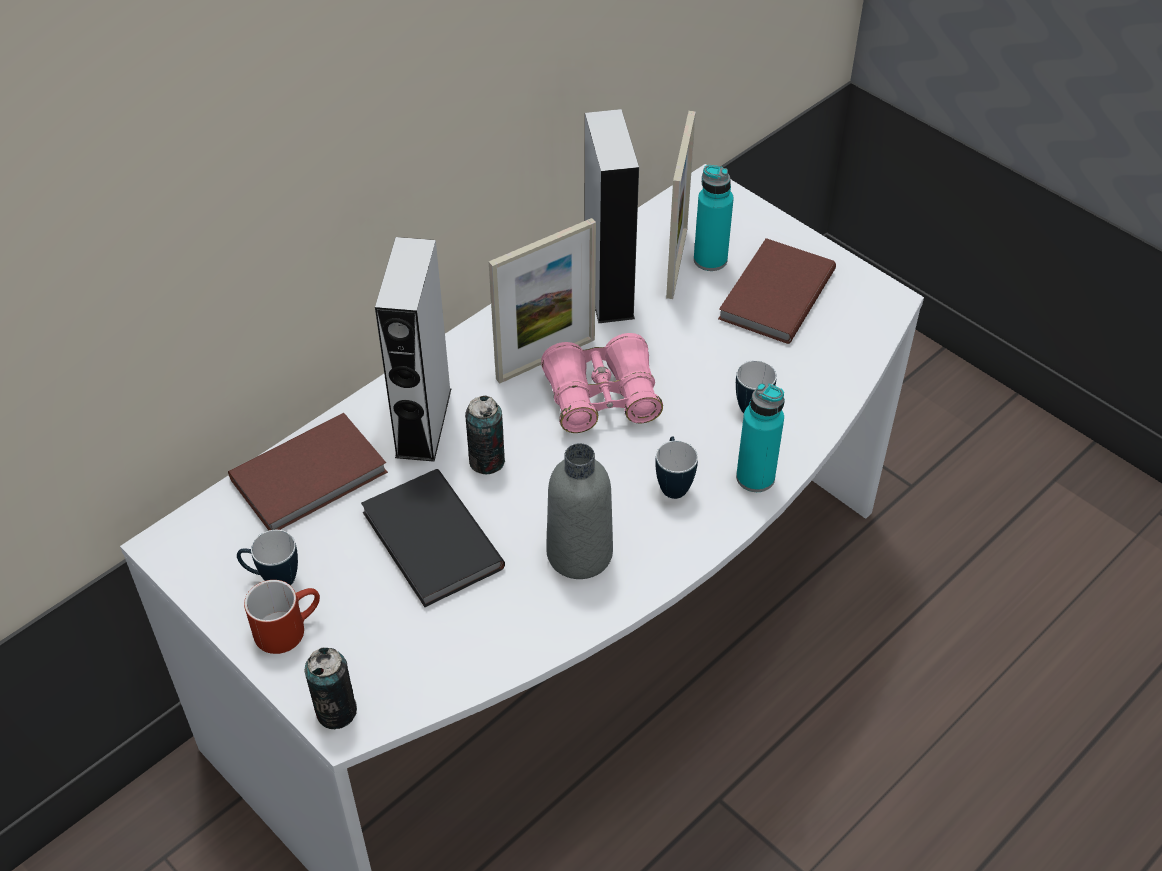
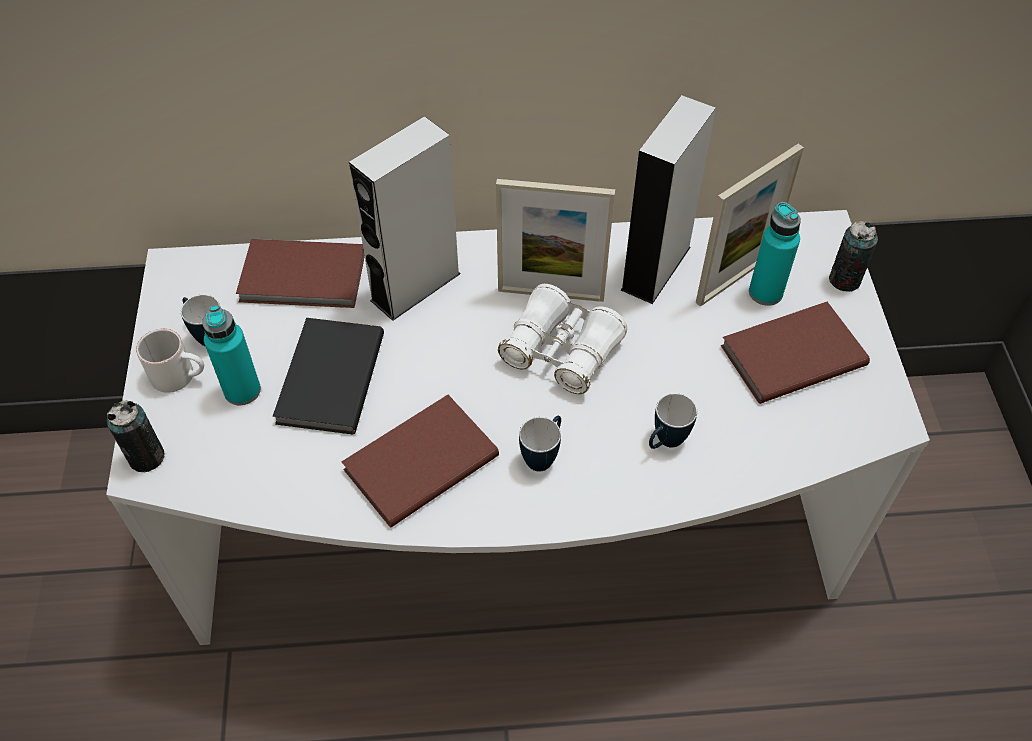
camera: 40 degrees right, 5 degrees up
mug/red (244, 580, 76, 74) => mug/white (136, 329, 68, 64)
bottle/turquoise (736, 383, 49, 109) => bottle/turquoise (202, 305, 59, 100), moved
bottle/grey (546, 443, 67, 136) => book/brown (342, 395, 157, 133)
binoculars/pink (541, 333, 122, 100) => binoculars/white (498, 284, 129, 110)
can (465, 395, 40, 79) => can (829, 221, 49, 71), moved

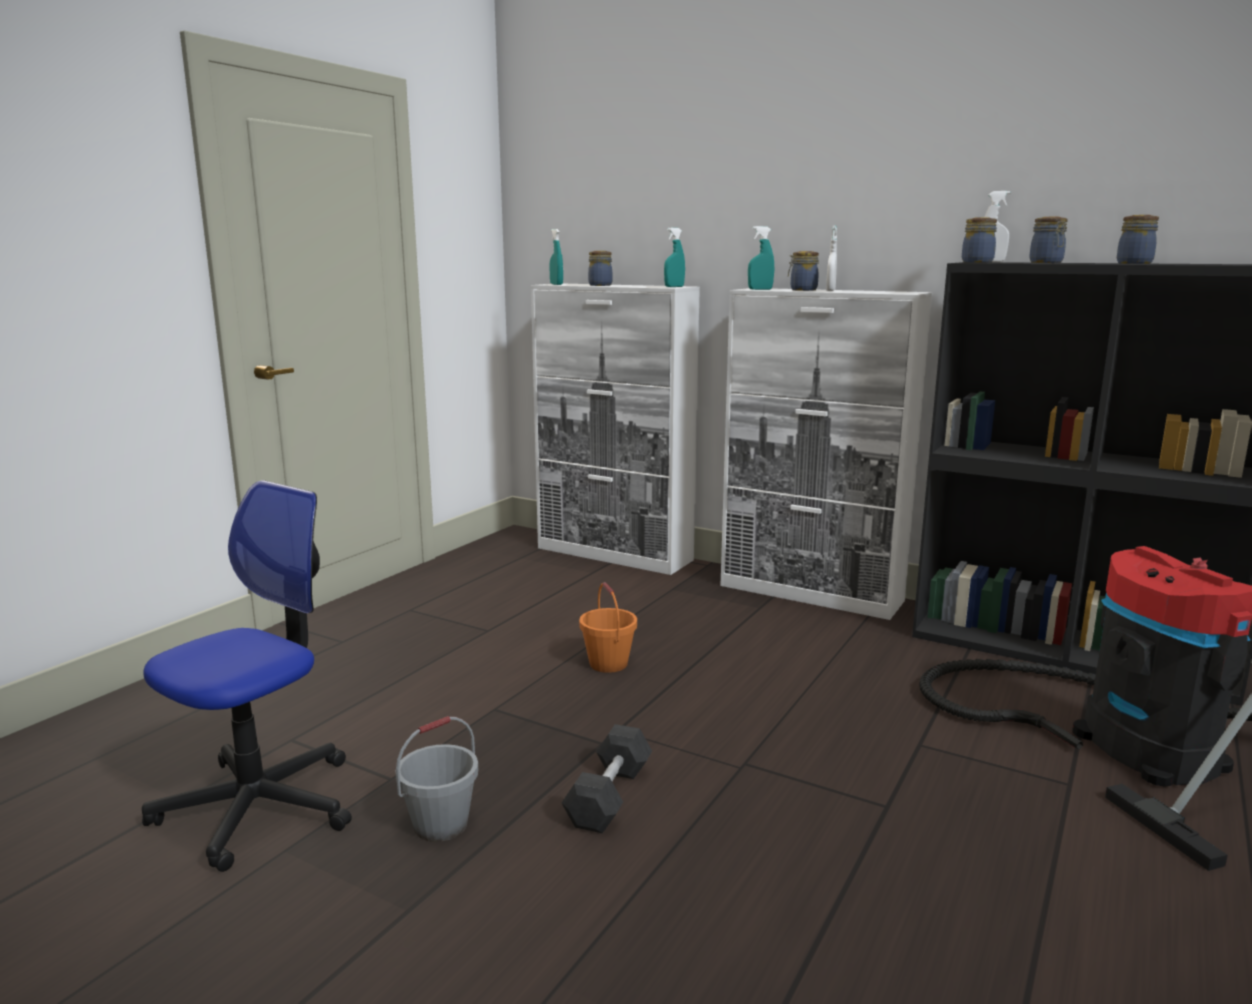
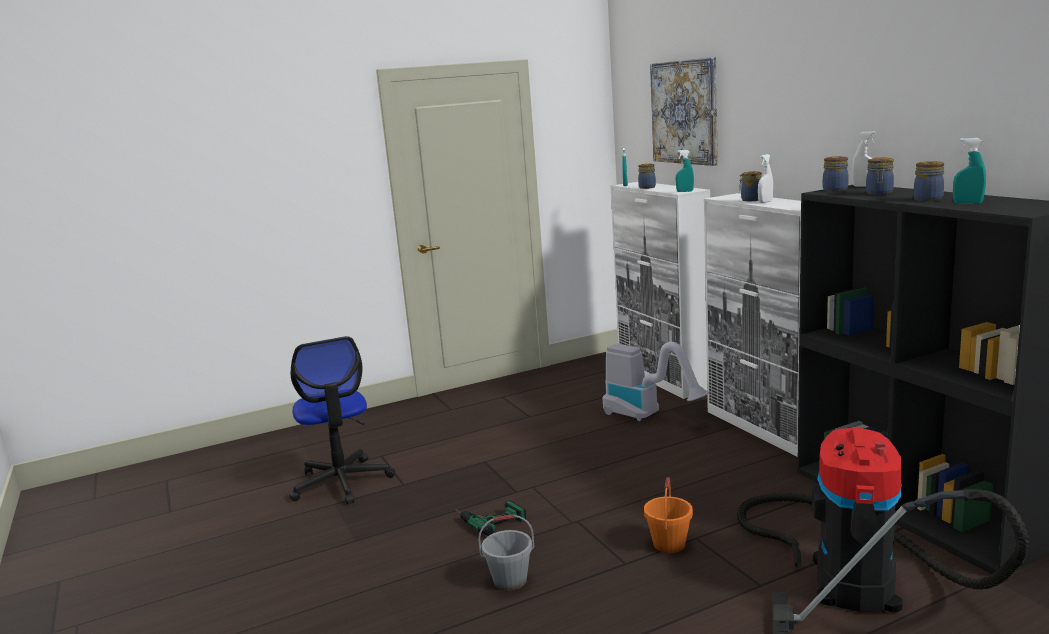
camera: 35 degrees right, 0 degrees up
office chair (142, 480, 210, 392) => office chair (289, 336, 106, 168), 90 degrees clockwise
dumbbell/grey (562, 724, 90, 109) => power drill (455, 500, 71, 36)
bucket/grey (395, 716, 83, 126) => bucket/grey (478, 514, 56, 77), moved
nothing => vacuum cleaner (603, 342, 107, 79)
bucket/orange (579, 582, 58, 91) => bucket/orange (644, 477, 49, 76), moved
nothing => picture (650, 57, 68, 109)
spray bottle/turquoise (748, 226, 26, 64) => spray bottle/turquoise (953, 138, 33, 66), moved

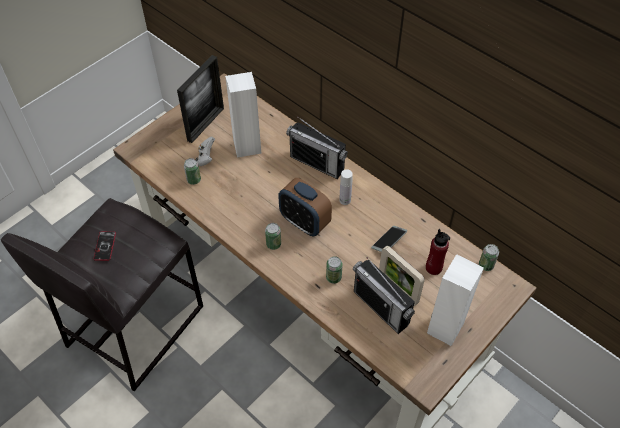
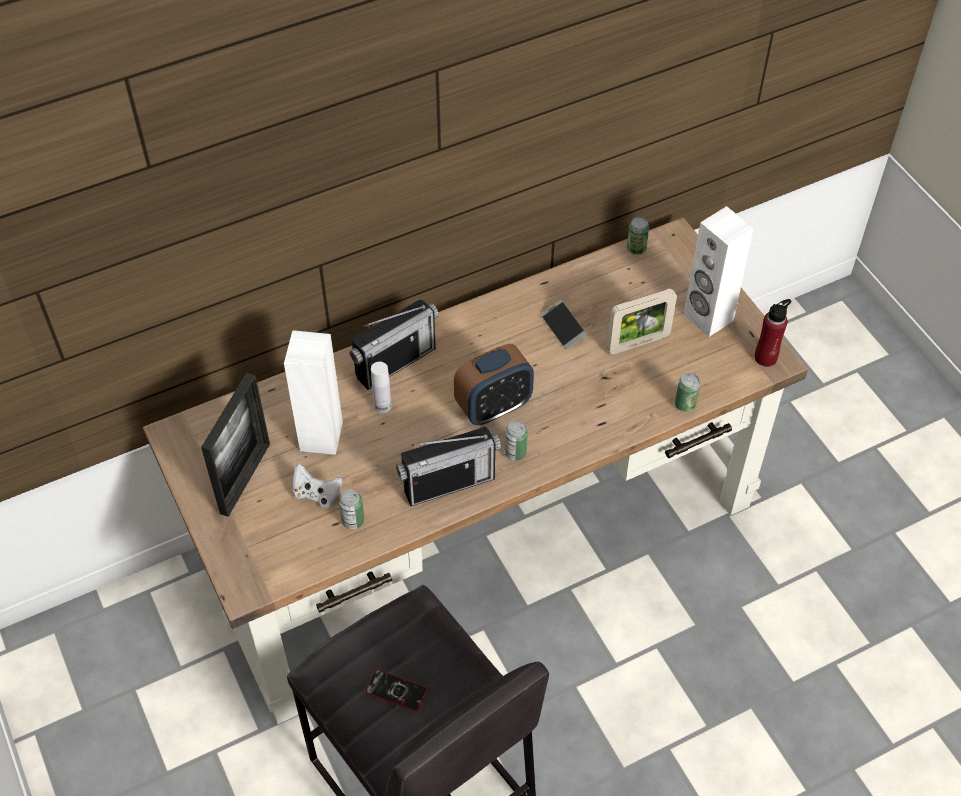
camera: 70 degrees left, 0 degrees up
picture frame (177, 55, 47, 88) => picture frame (201, 372, 69, 145), 60 degrees clockwise
bottle/white (339, 169, 14, 36) => bottle/white (371, 362, 21, 52), moved
radio (353, 257, 62, 77) => radio (396, 427, 105, 79), moved
can (326, 256, 17, 28) => can (675, 373, 25, 39), moved
bottle/red (426, 229, 24, 46) => bottle/red (755, 299, 37, 68), moved

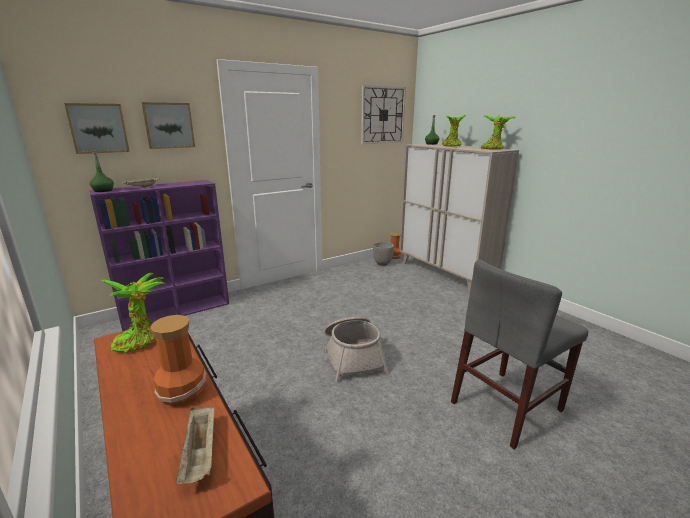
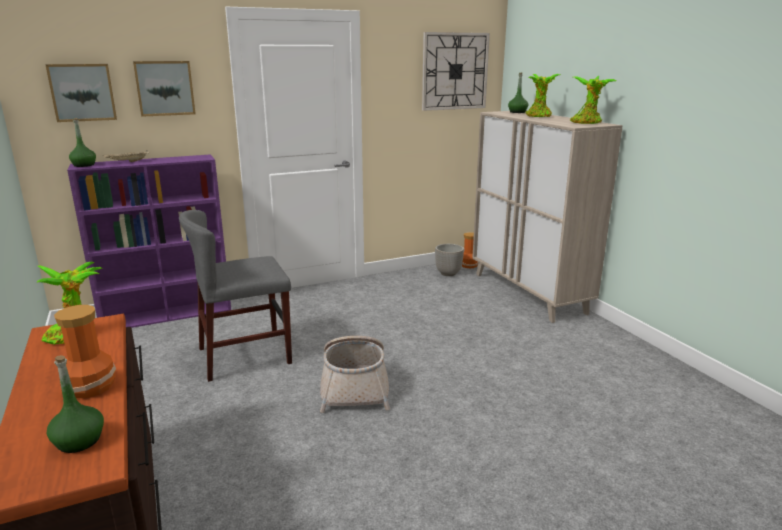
camera: 10 degrees right, 0 degrees up
tray/beige (176, 406, 38, 78) => bottle/green (47, 355, 57, 98)
chair/grey (451, 260, 137, 189) => chair/grey (179, 210, 113, 172), moved

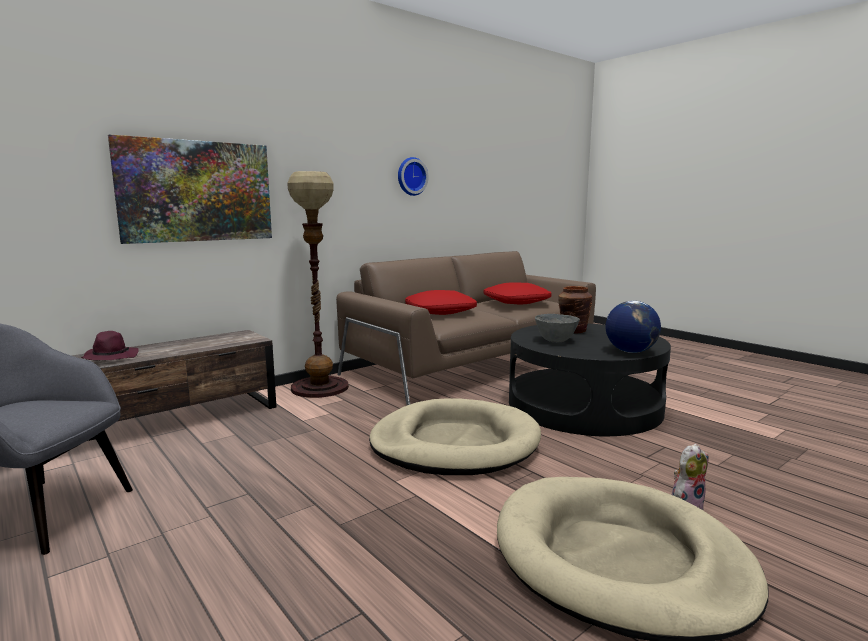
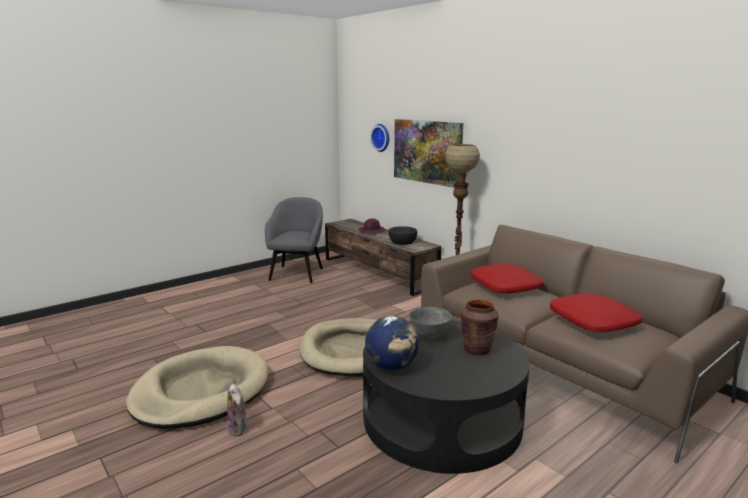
camera: 90 degrees right, 5 degrees up
wall clock (398, 157, 31, 39) => wall clock (370, 124, 19, 28), moved
nothing => bowl/black (388, 226, 29, 19)

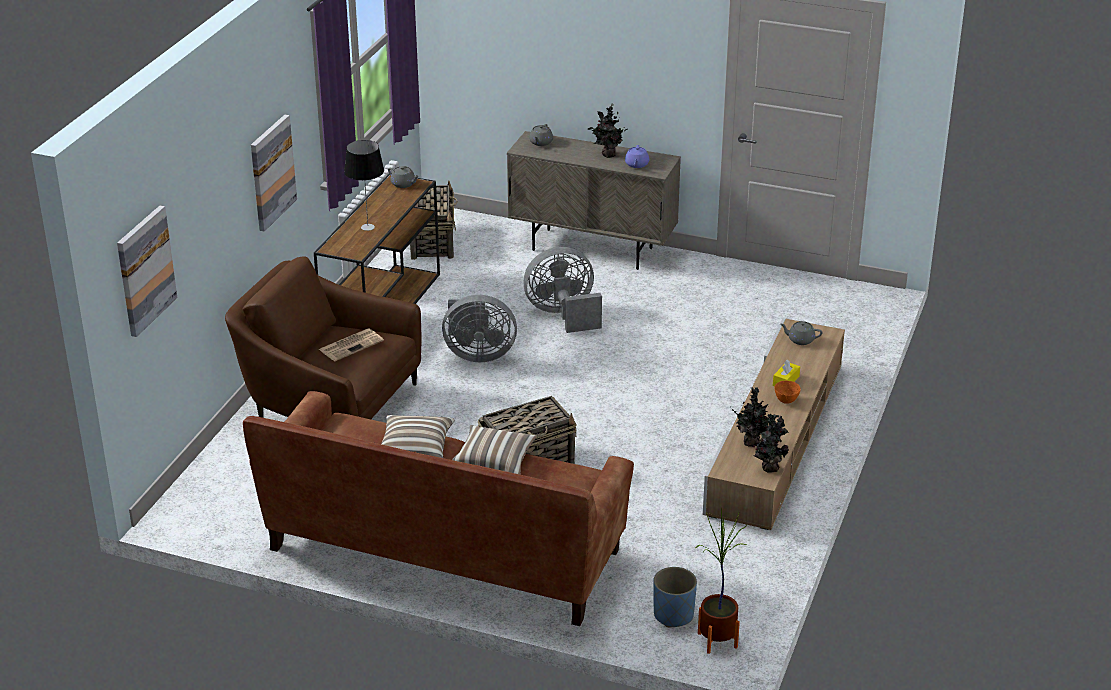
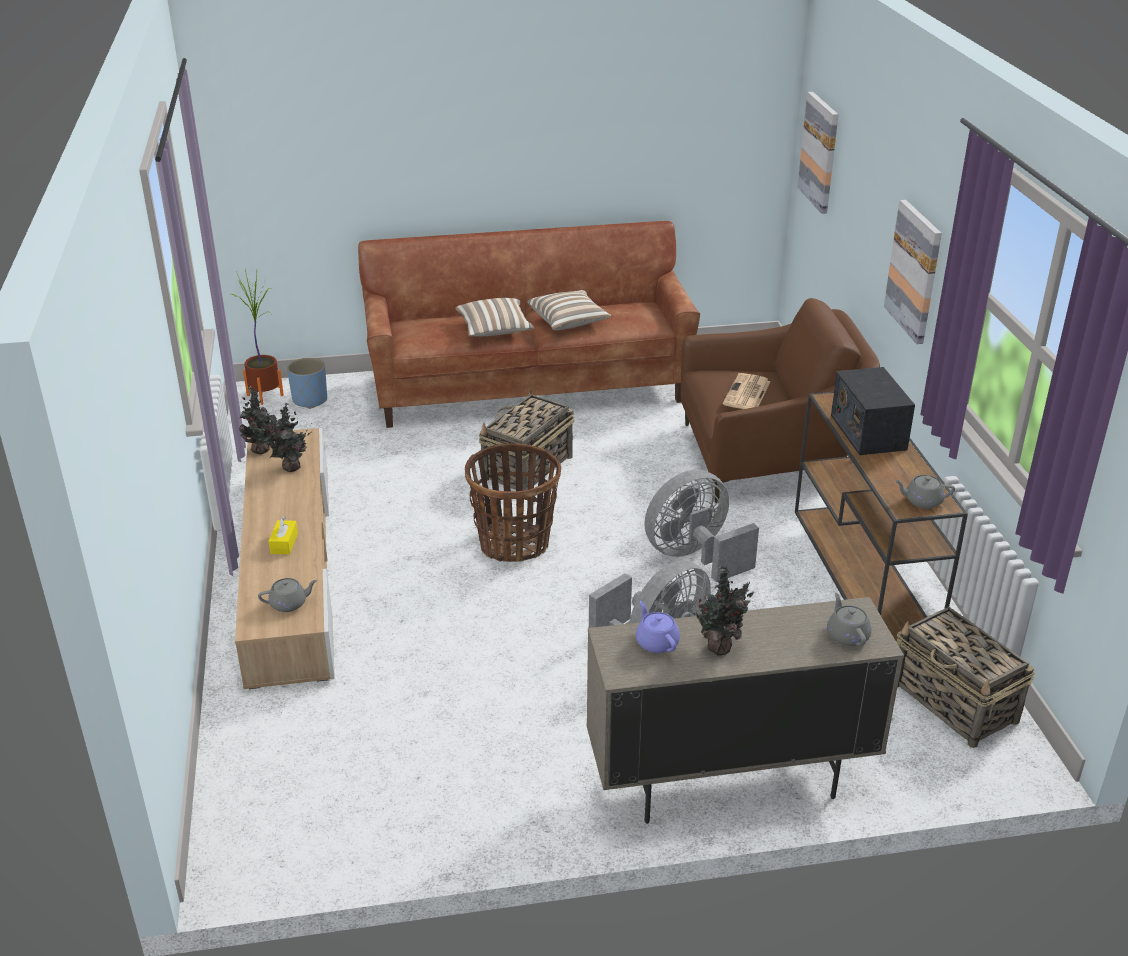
camera: 150 degrees right, 0 degrees up
nothing => basket (465, 443, 96, 119)
table lamp (344, 140, 40, 91) => radio (831, 367, 84, 88)
bowl/orange (774, 381, 27, 23) => nothing

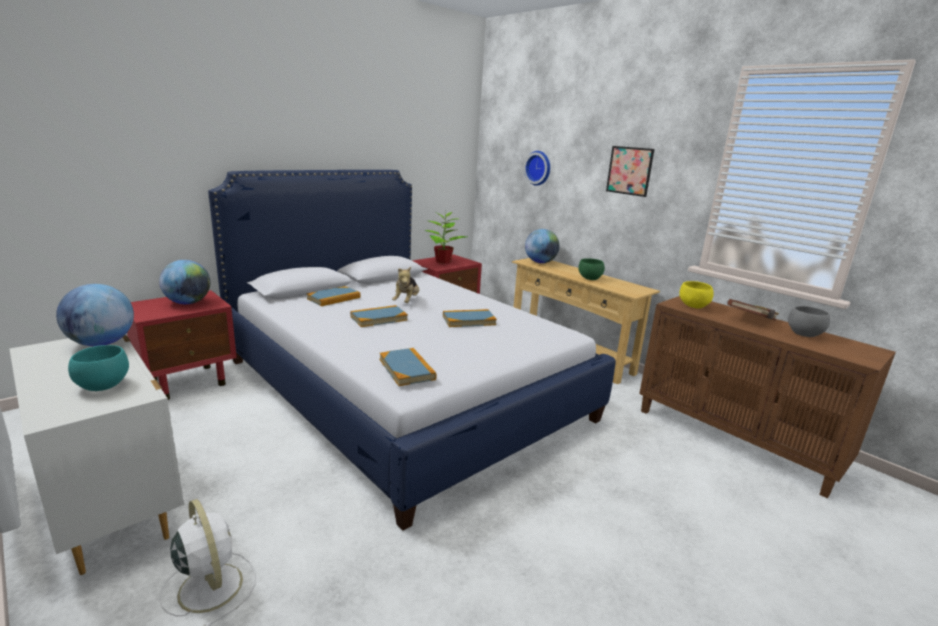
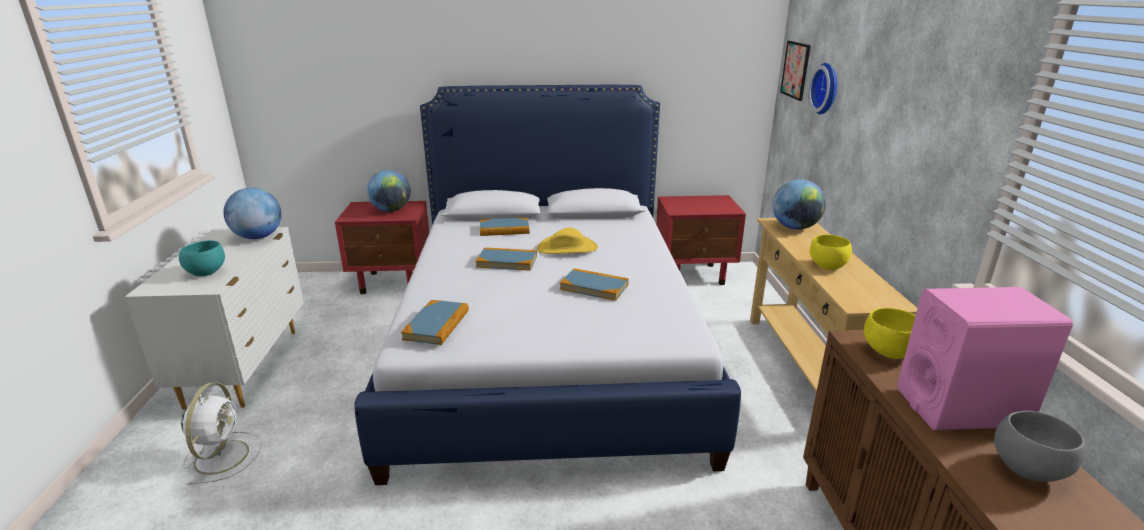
camera: 40 degrees right, 5 degrees up
plush toy (392, 267, 27, 36) => hat/yellow (537, 228, 61, 26)
picture (606, 146, 49, 51) => picture (780, 41, 31, 60), moved
bowl/green (578, 258, 27, 22) => bowl/yellow (810, 235, 42, 35)
book/brown (727, 299, 52, 22) => speaker/pink (897, 287, 176, 143)
potted plant (424, 210, 43, 54) => nothing

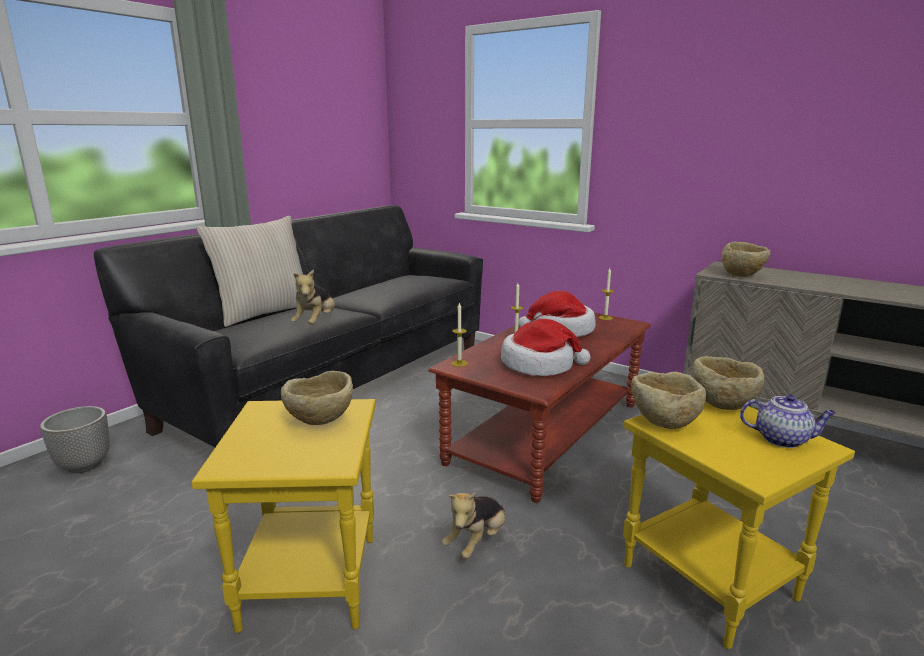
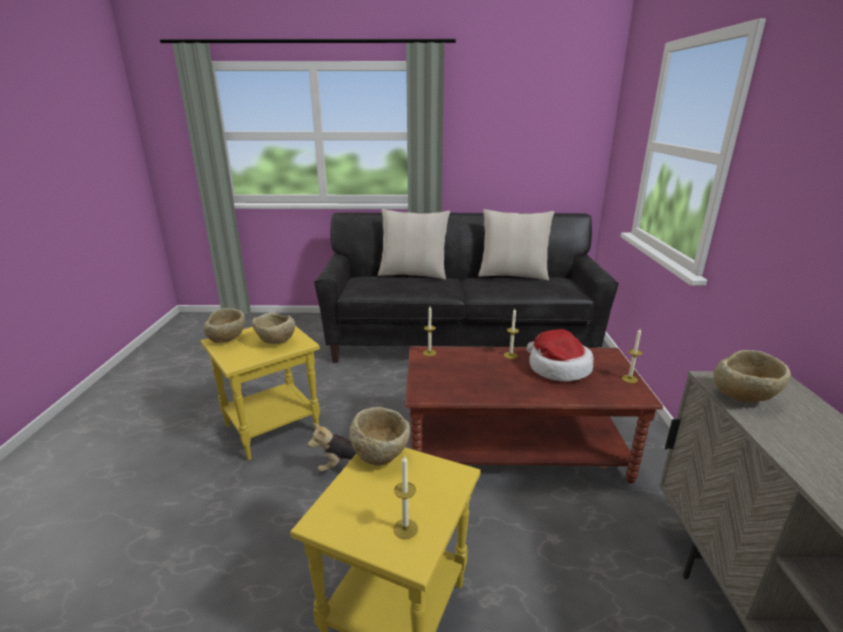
camera: 55 degrees right, 5 degrees up
bowl/beige (693, 356, 71, 54) => bowl/beige (204, 308, 41, 35), moved
teapot (740, 394, 96, 54) => candle (393, 454, 25, 85)
nothing => pillow/beige (478, 209, 76, 71)
planter (40, 406, 70, 67) => nothing
plush toy (291, 269, 44, 56) => nothing
hat (501, 319, 90, 57) => nothing

